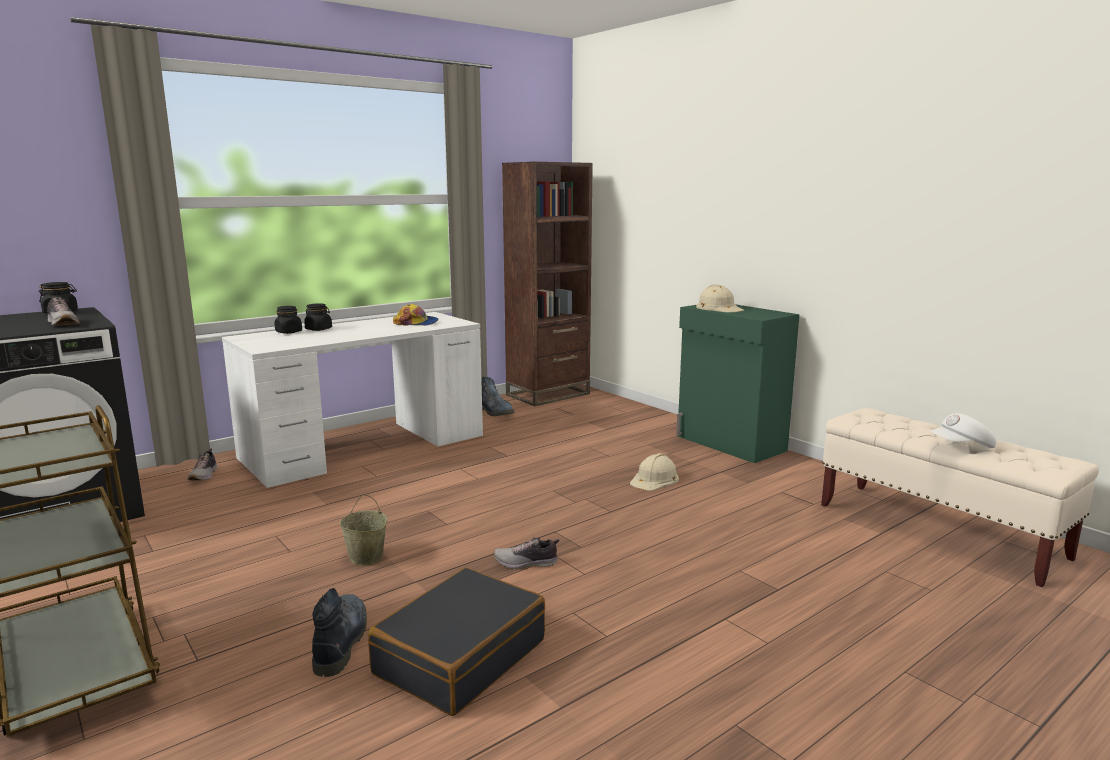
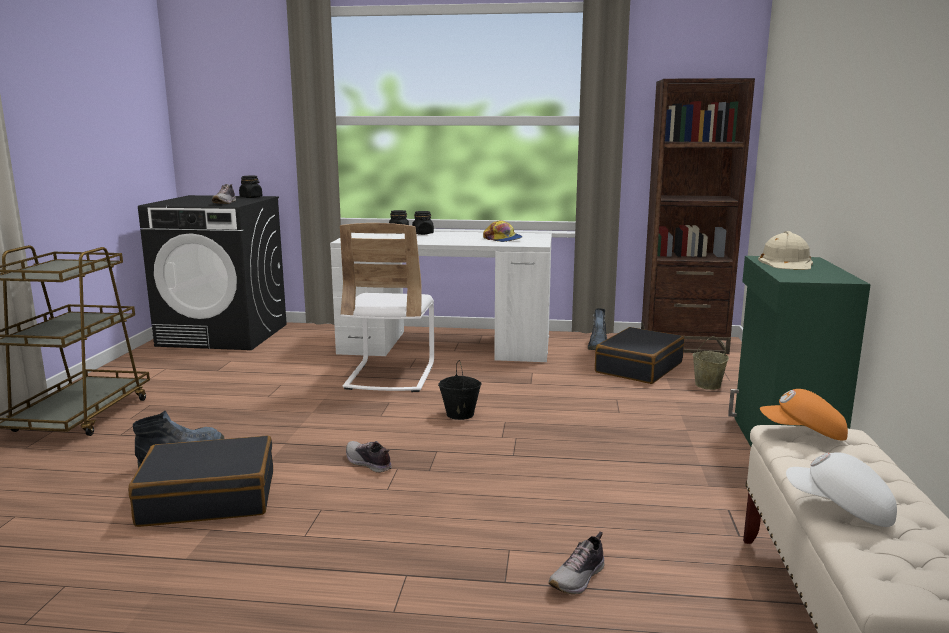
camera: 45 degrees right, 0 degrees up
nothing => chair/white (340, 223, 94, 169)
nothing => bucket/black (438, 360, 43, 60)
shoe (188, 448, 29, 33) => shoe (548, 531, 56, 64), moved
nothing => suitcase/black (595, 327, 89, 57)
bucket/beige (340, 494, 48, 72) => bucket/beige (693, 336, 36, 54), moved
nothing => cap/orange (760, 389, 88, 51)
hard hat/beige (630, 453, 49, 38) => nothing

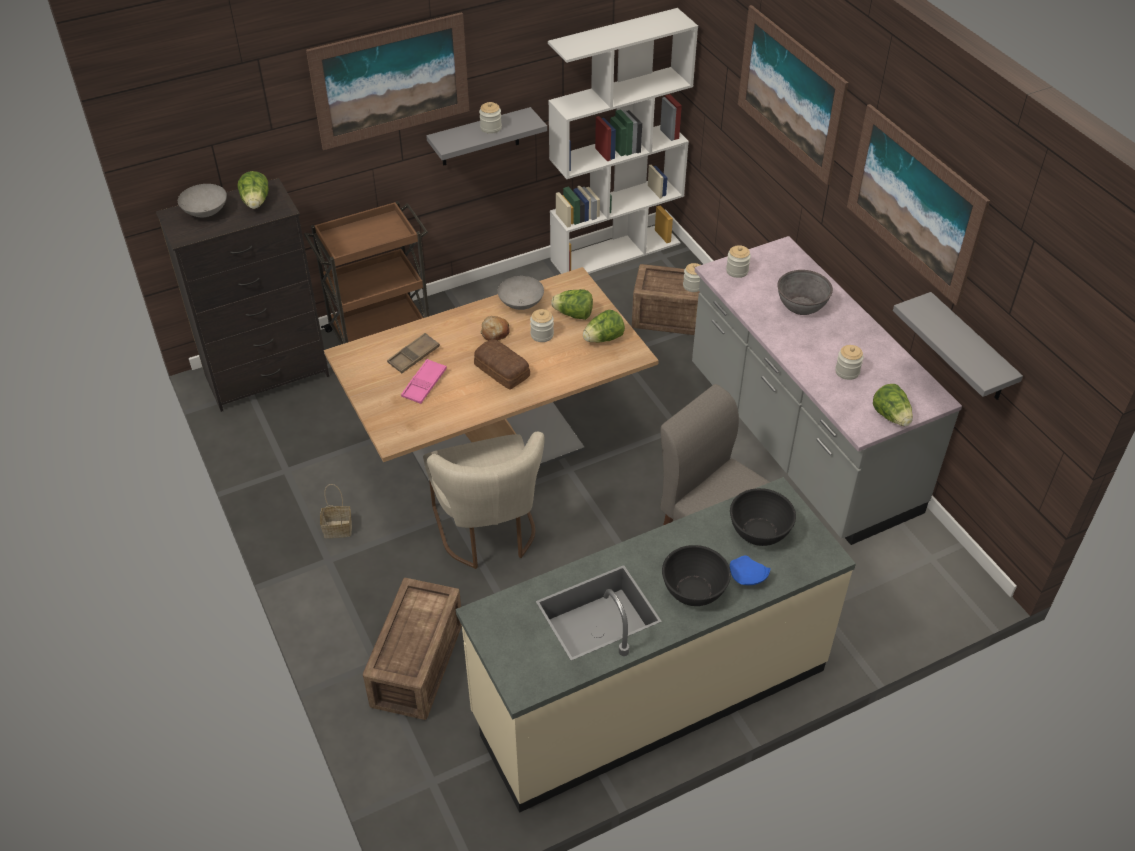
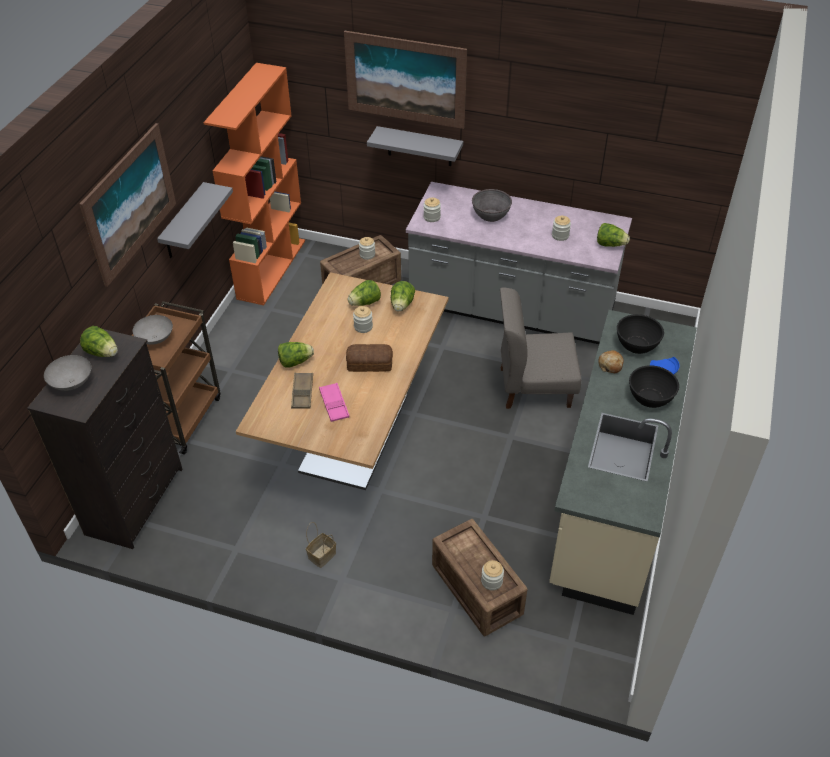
camera: 45 degrees left, 0 degrees up
bowl/grey (498, 276, 46, 34) => bowl/grey (133, 315, 40, 30), moved
bookcase/white (548, 8, 150, 266) => bookcase/orange (204, 63, 101, 242)
nothing => lettuce (278, 342, 36, 26)
shelf/grey (893, 292, 130, 108) => shelf/grey (367, 126, 96, 40), moved
jar (479, 102, 23, 32) => jar (481, 560, 23, 31), moved
bread (480, 316, 30, 25) => bread (599, 350, 25, 23), moved
chair/beige (423, 432, 122, 137) => nothing
picture (847, 104, 143, 202) => nothing

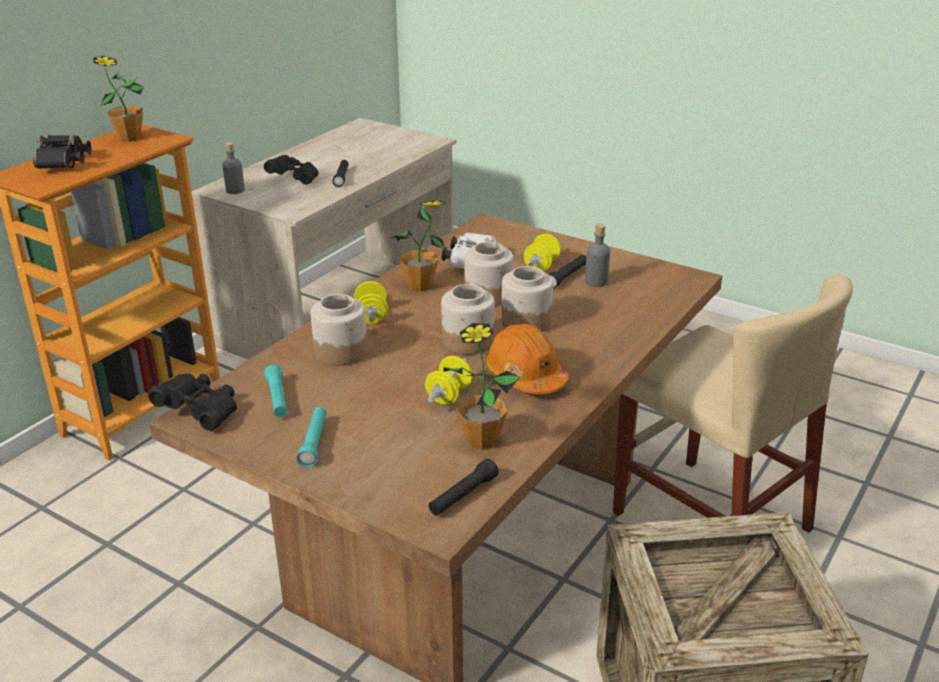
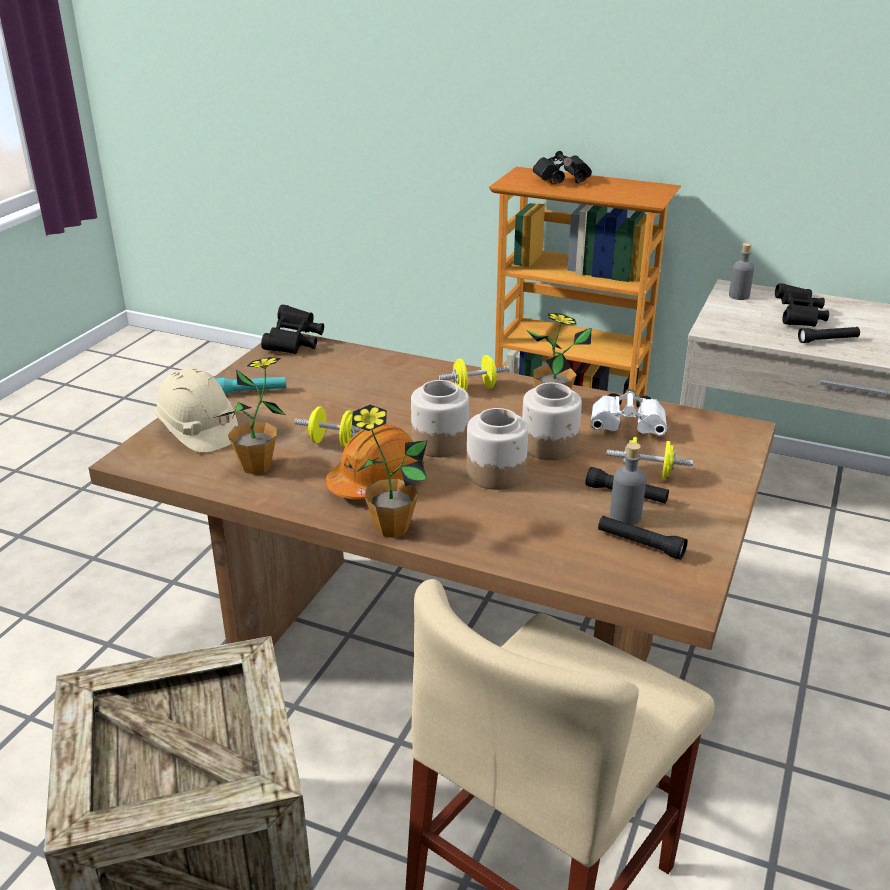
camera: 80 degrees right, 0 degrees up
nothing => hard hat/beige (154, 368, 84, 85)
potted plant (93, 56, 51, 86) => potted plant (352, 405, 76, 133), moved
flashlight/black (428, 459, 71, 57) => flashlight/black (598, 516, 90, 44), moved
flashlight/turquoise (264, 364, 23, 54) => nothing
jar (310, 294, 57, 72) => nothing

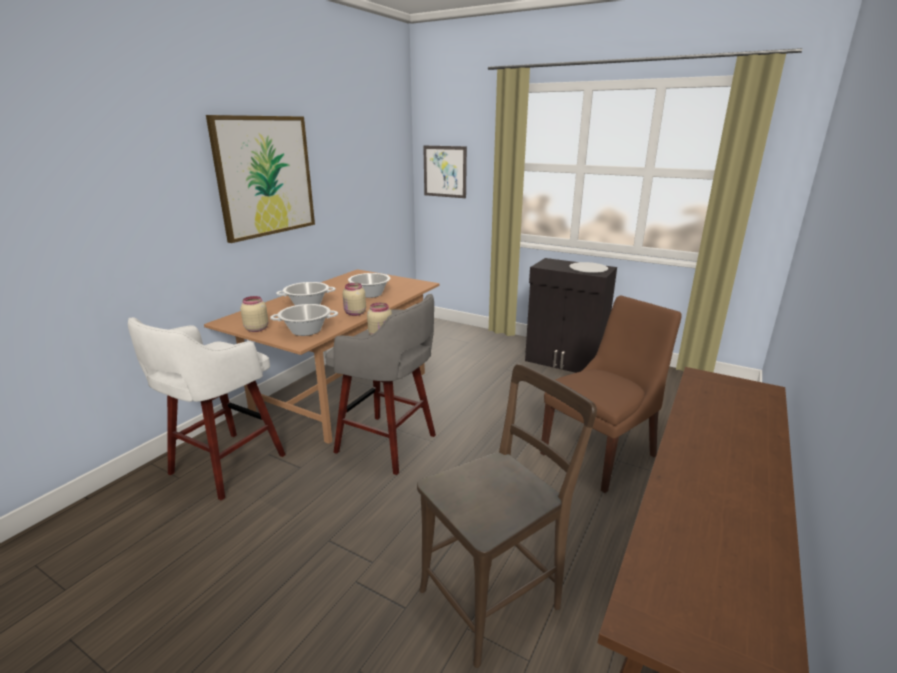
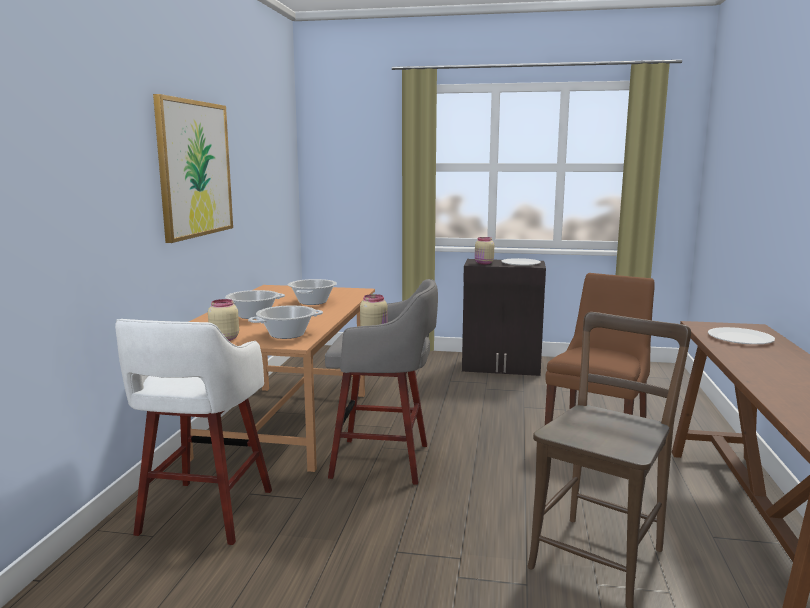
camera: 20 degrees left, 10 degrees down
jar/beige (343, 283, 23, 33) => jar/beige (475, 237, 19, 27), moved
nothing => plate/white (708, 327, 67, 17)
picture (423, 145, 44, 53) => nothing

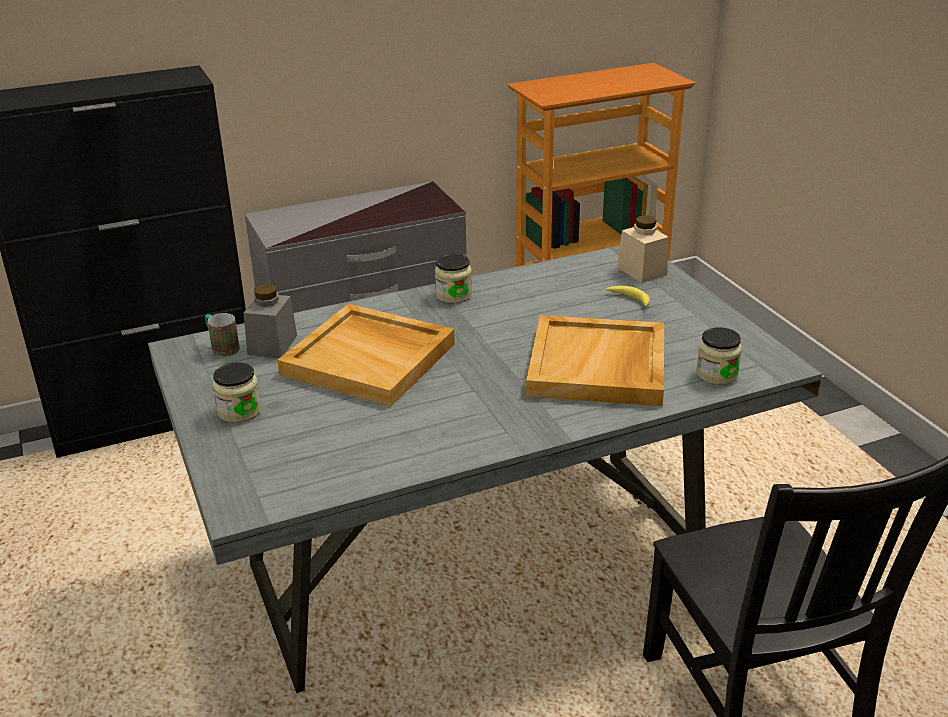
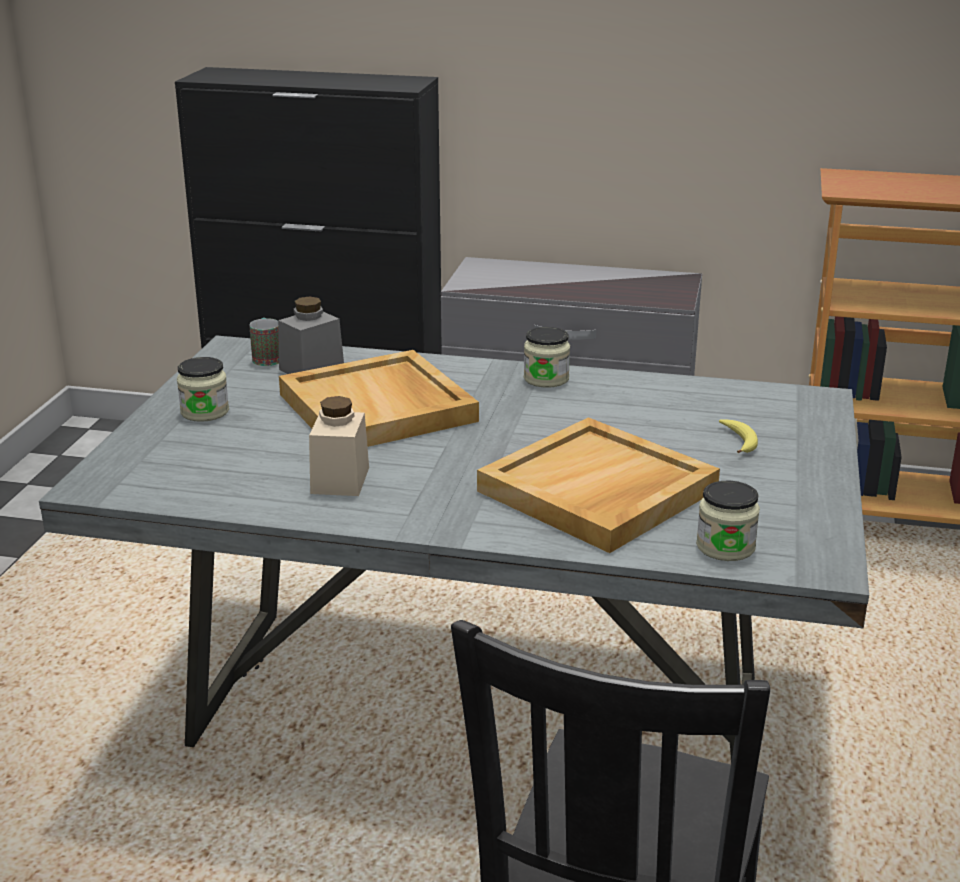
camera: 35 degrees right, 5 degrees down
jar/beige (617, 215, 52, 68) => jar/beige (309, 396, 60, 100), moved

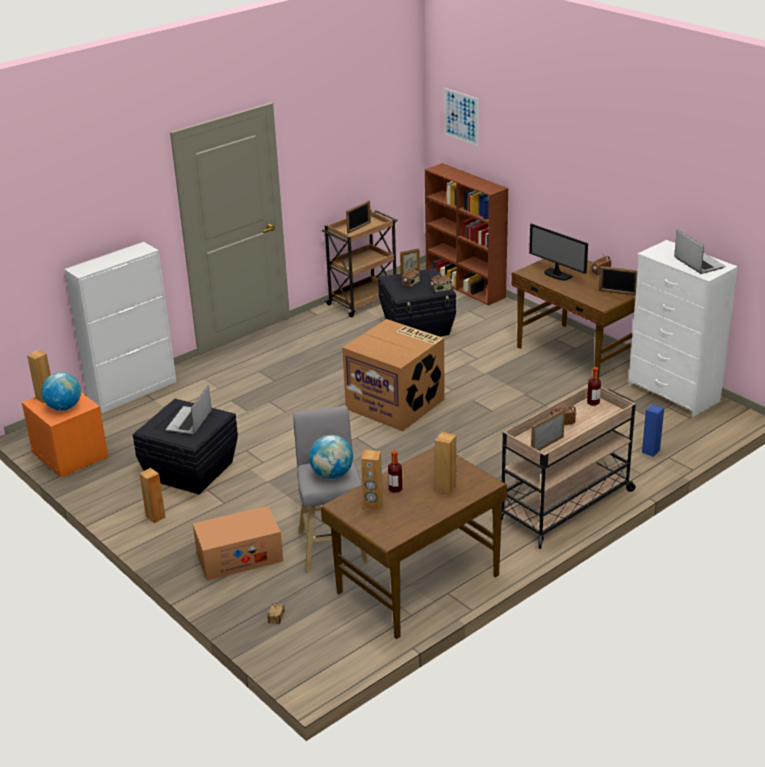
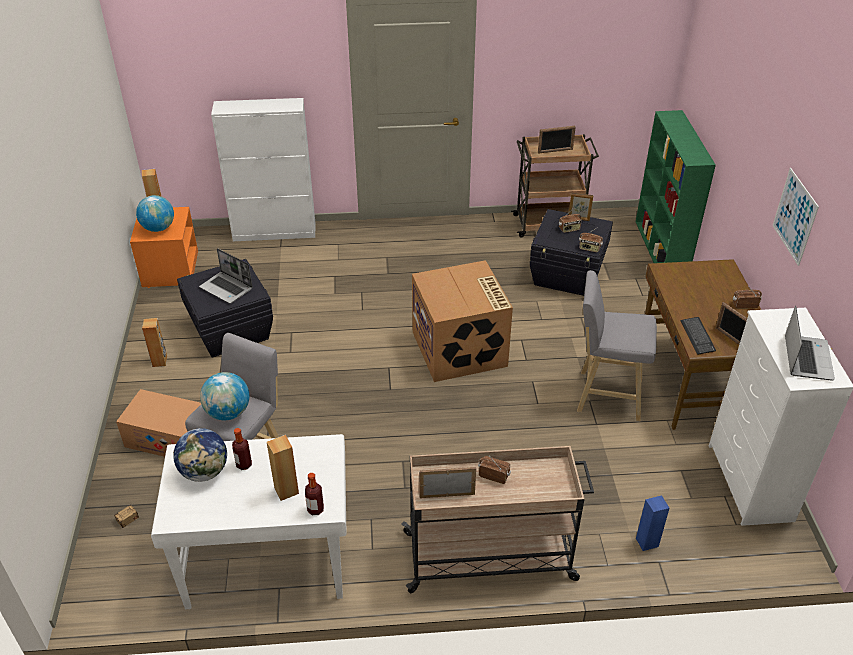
camera: 35 degrees right, 10 degrees up
desk/brown (321, 447, 186, 192) => desk/white (151, 434, 196, 175)
speaker/brown (361, 450, 22, 61) => globe (173, 428, 54, 54)
laptop (166, 385, 46, 50) => laptop (199, 248, 54, 56), 105 degrees counterclockwise
bottle (587, 367, 14, 39) => bottle (305, 473, 19, 42), moved
nothing => stool/grey (577, 270, 80, 151)
bookcase/brown (425, 163, 83, 142) => bookcase/green (636, 110, 80, 153)
nothing => keyboard (681, 317, 35, 38)
picture (444, 88, 35, 58) => picture (772, 168, 47, 98), moved
monitor (529, 223, 59, 58) => nothing

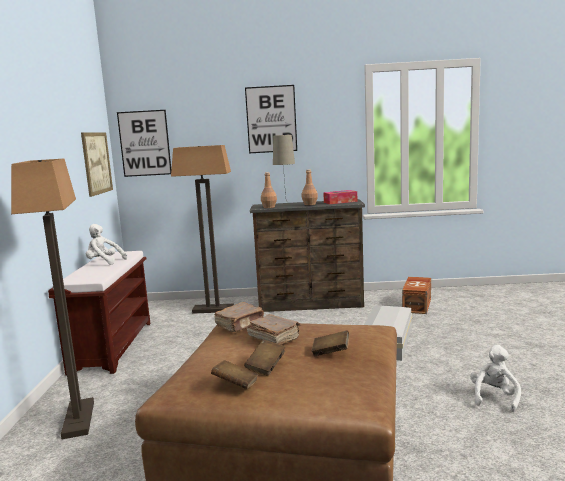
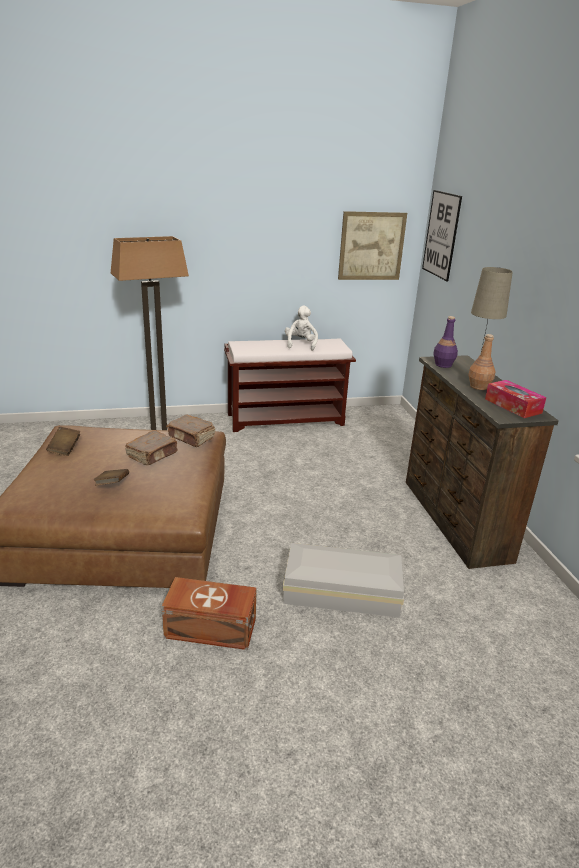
camera: 75 degrees right, 15 degrees up
storage box/brown (402, 277, 29, 37) => storage box/brown (162, 577, 95, 73), moved
bottle/brown (261, 172, 16, 36) => bottle/purple (433, 316, 25, 52)
floor lamp (171, 145, 63, 169) => nothing
book/brown (244, 340, 42, 36) => nothing
picture (245, 85, 52, 68) => nothing
plush toy/white (470, 345, 51, 67) => nothing

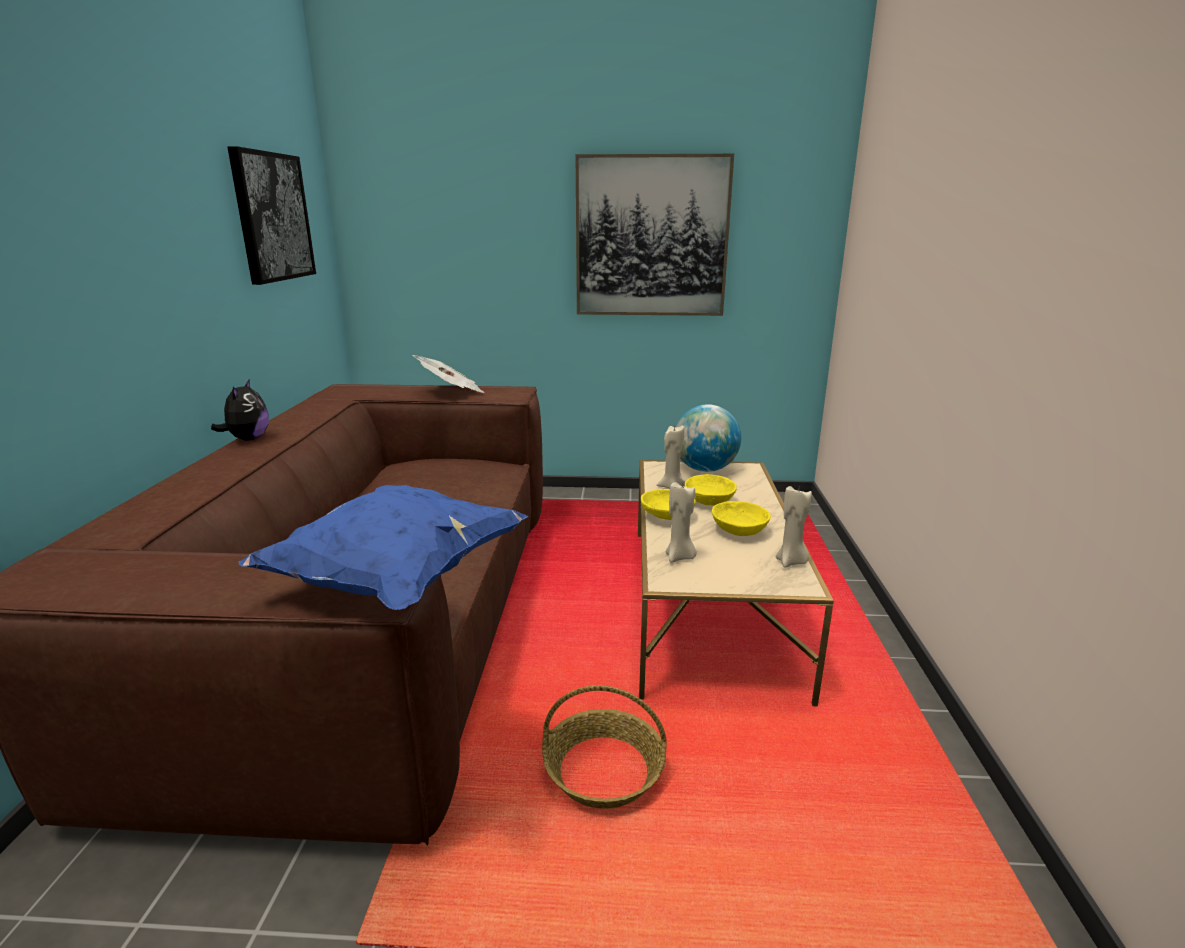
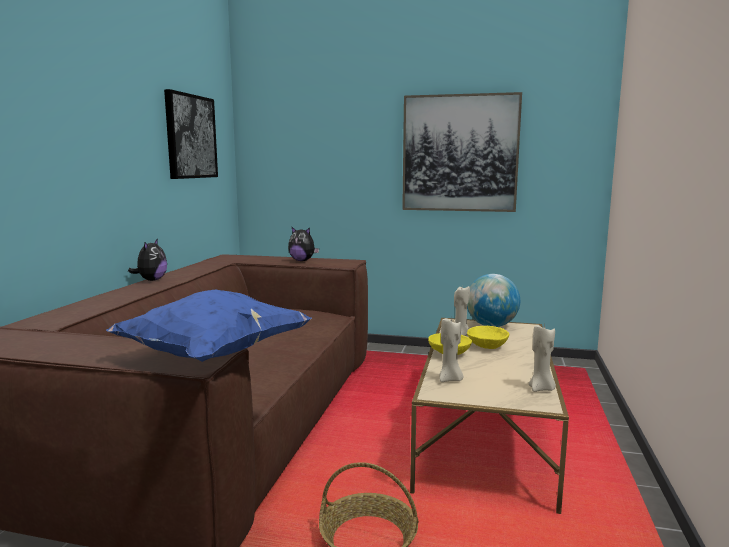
camera: 10 degrees right, 10 degrees down
newspaper (412, 355, 73, 38) => plush toy (288, 227, 31, 34)
bowl/yellow (712, 501, 59, 35) => nothing

